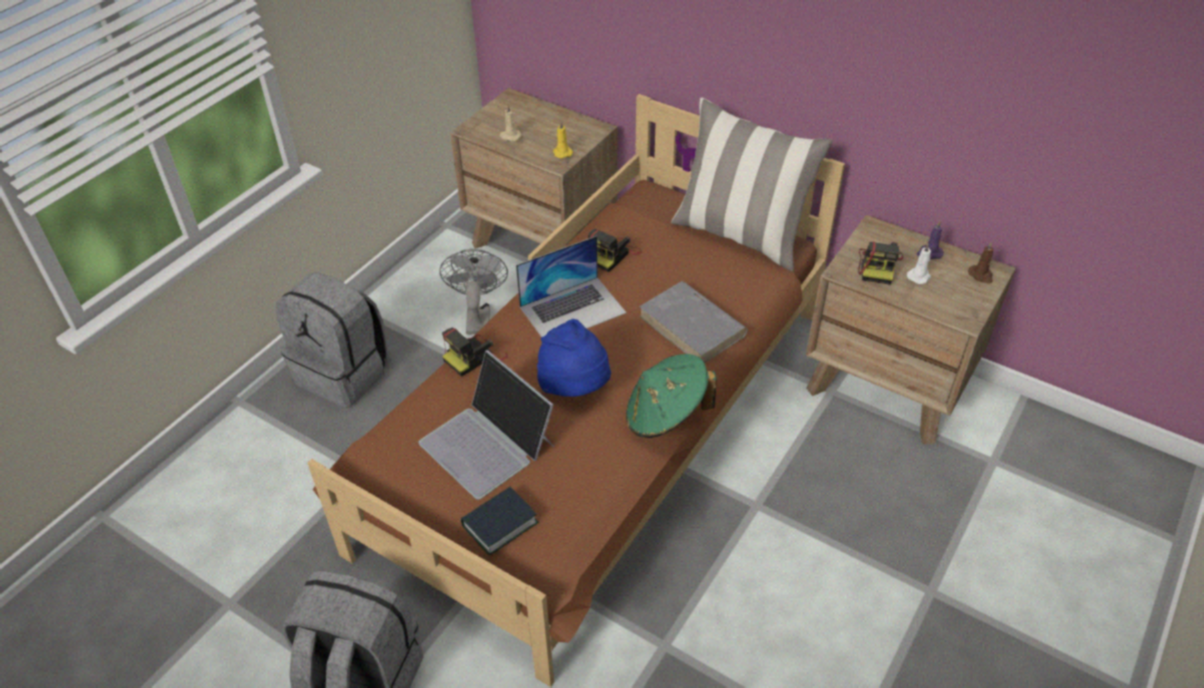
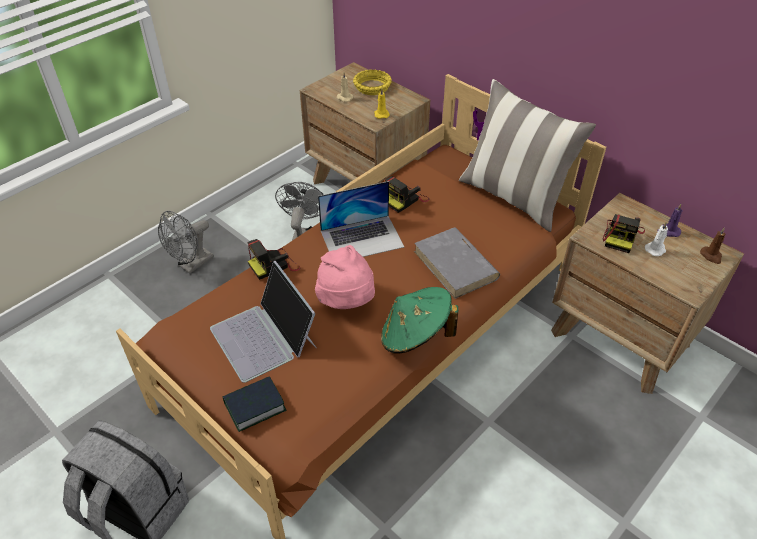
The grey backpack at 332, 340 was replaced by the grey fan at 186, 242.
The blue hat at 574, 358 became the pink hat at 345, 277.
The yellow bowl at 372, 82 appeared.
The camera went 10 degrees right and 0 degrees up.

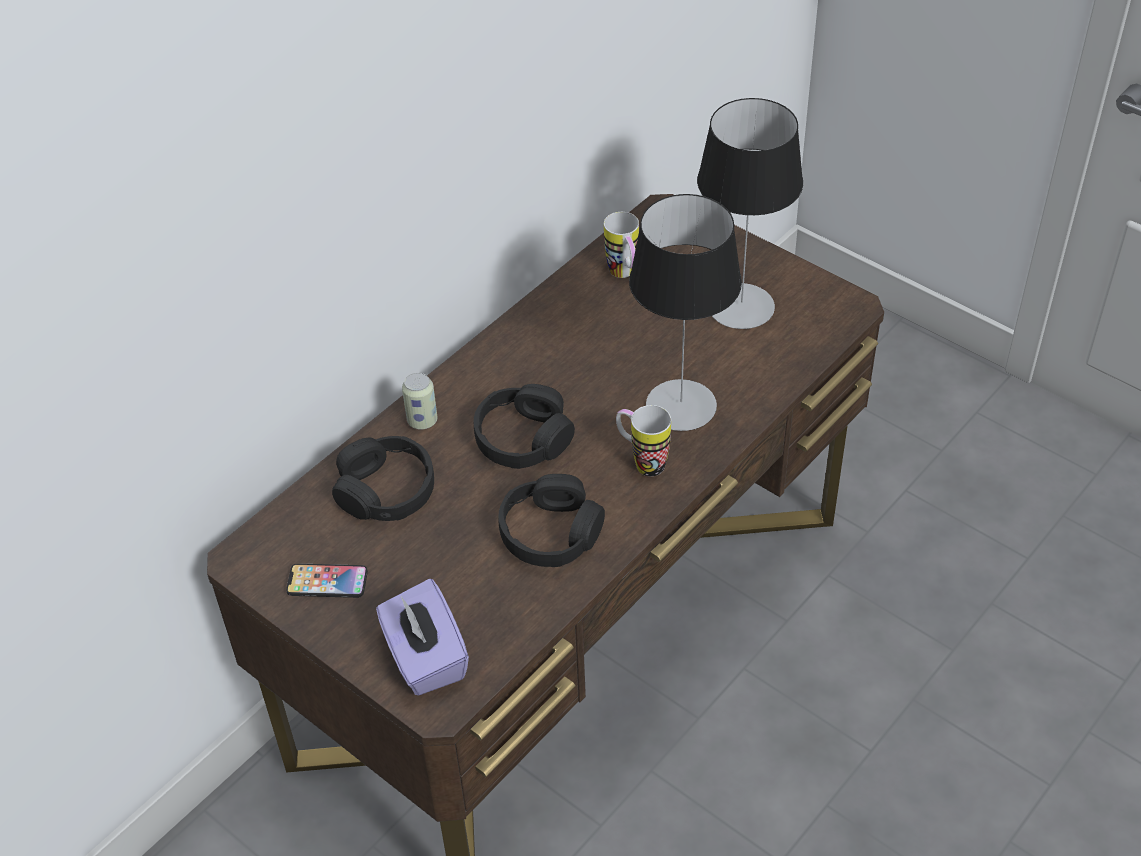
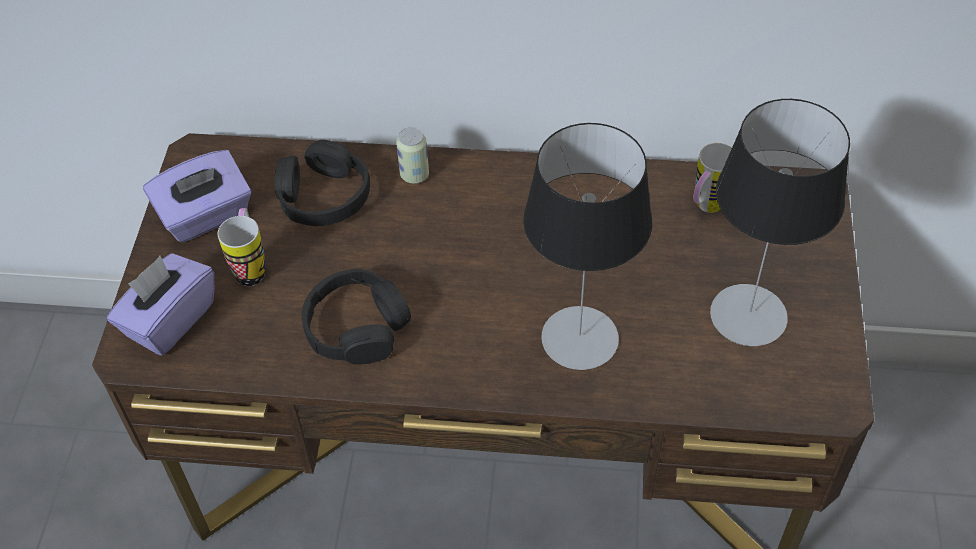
The black headphones at 524, 426 disappeared.
The mug moved from 643, 440 to 241, 247.
The phone at 327, 581 was replaced by the purple tissue box at 197, 196.
The camera went 55 degrees right and 5 degrees up.

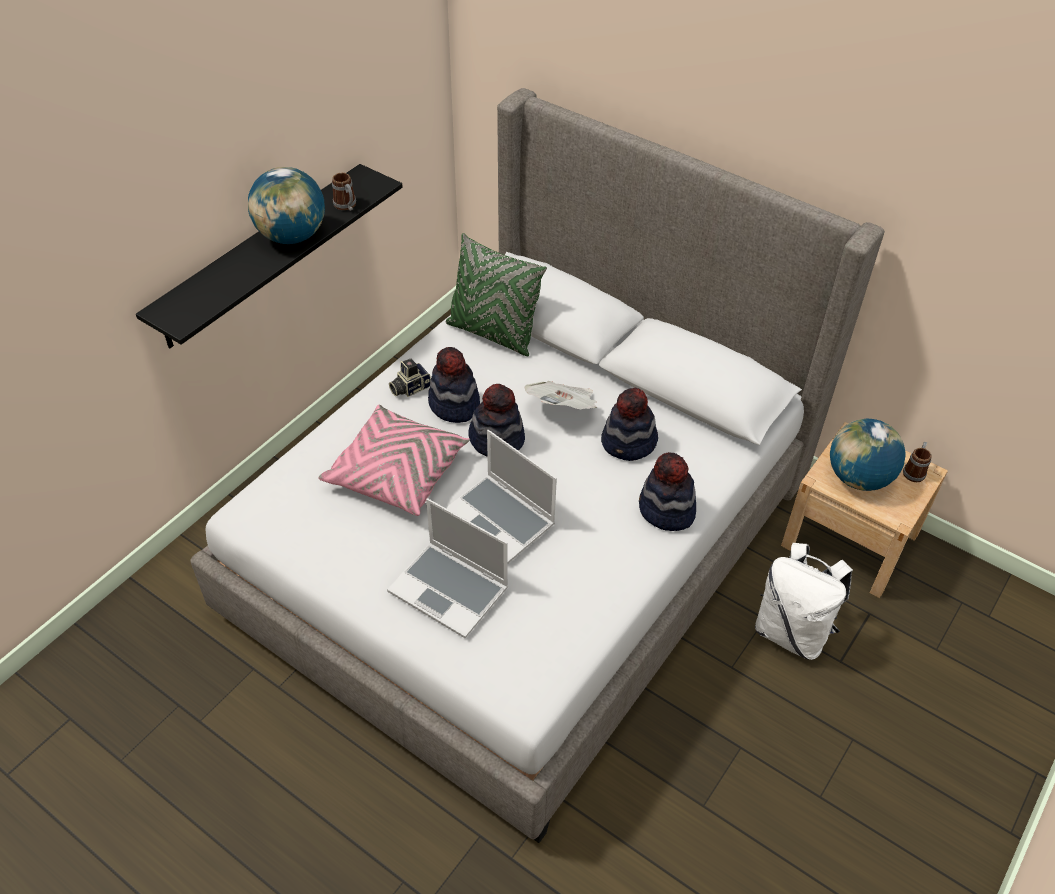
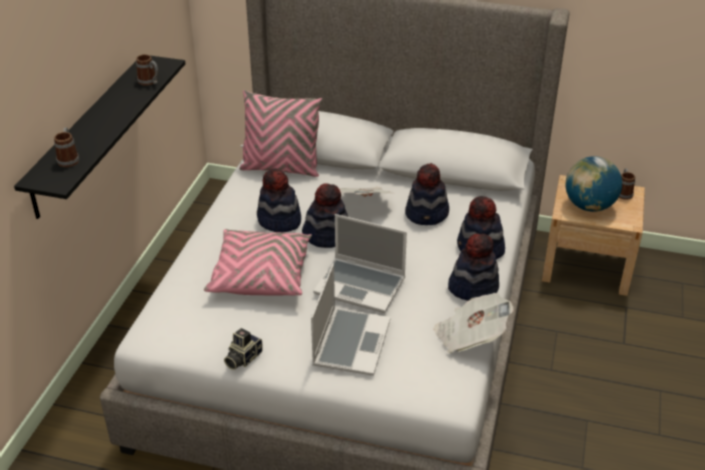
The globe at 286, 205 disappeared.
The green pillow at 496, 294 became the pink pillow at 280, 133.
The photo camera moved from 410, 377 to 243, 349.
The laptop at 447, 568 turned 90 degrees counterclockwise.
The white backpack at 804, 601 disappeared.
The mug at 66, 147 appeared.
The hat at 473, 267 appeared.
The newspaper at 473, 323 appeared.
The camera went 20 degrees left and 10 degrees down.

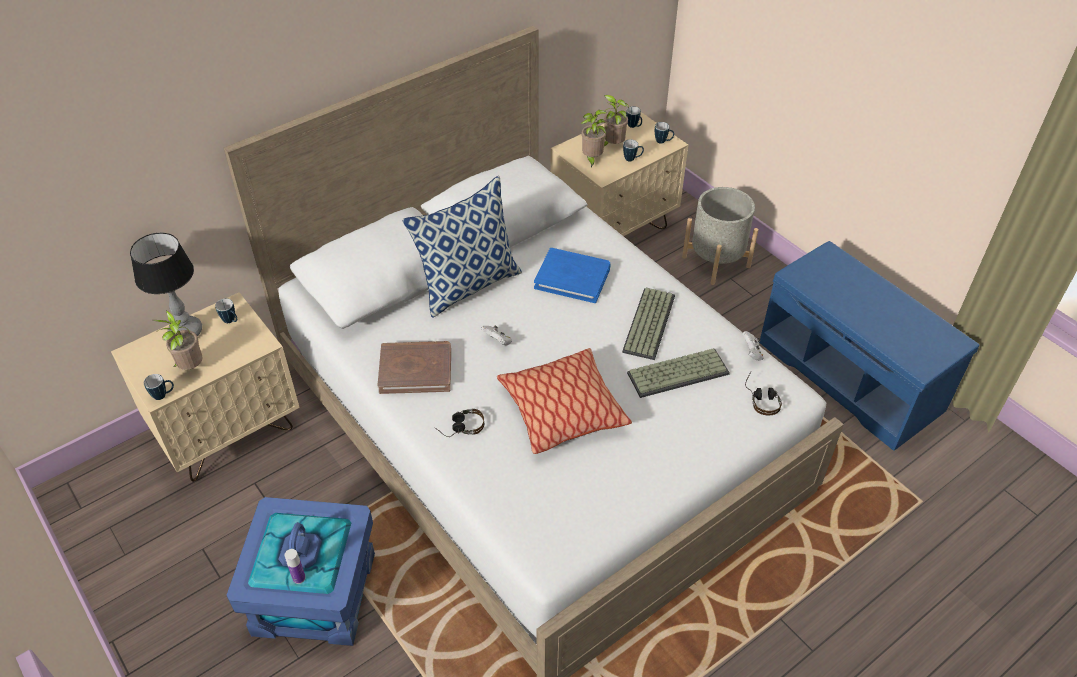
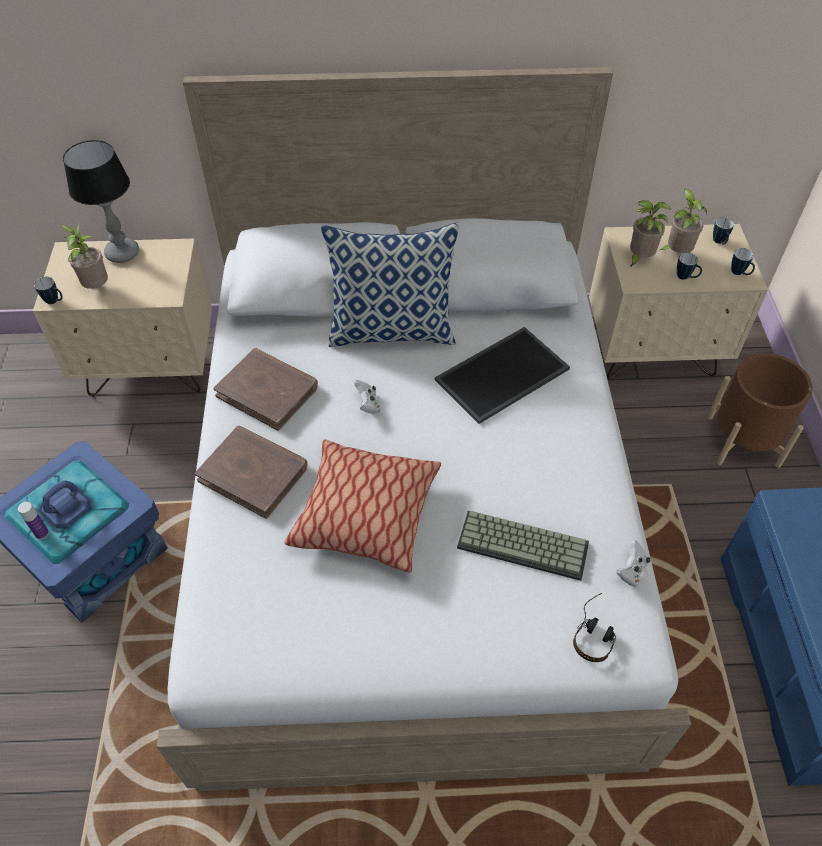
The grey planter at 720, 236 became the brown planter at 760, 410.
The blue book at 572, 275 was replaced by the tray at 502, 375.
The keyboard at 648, 324 disappeared.
The mug at 226, 310 disappeared.
The headphones at 459, 423 was replaced by the brown book at 251, 472.
The camera went 35 degrees right and 5 degrees up.

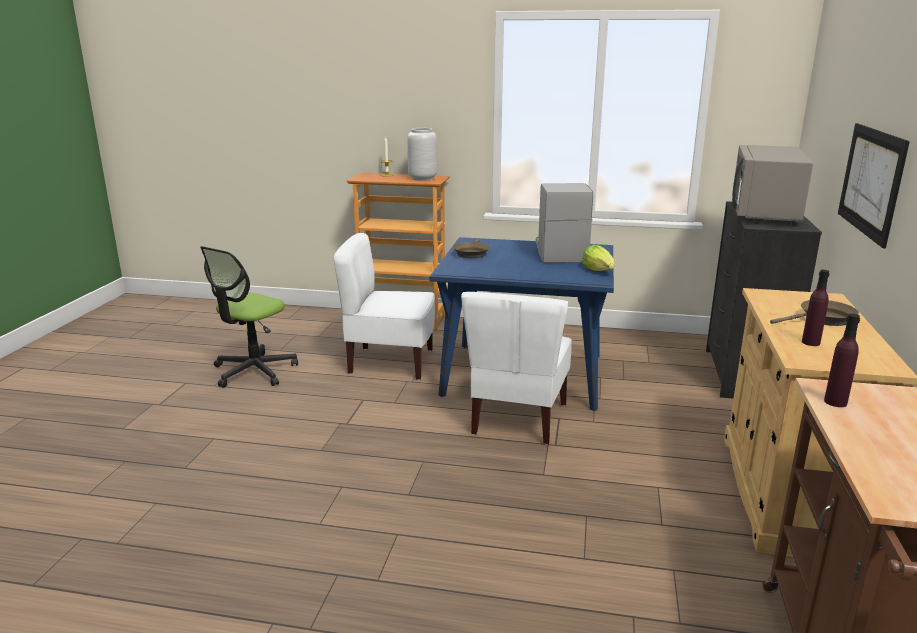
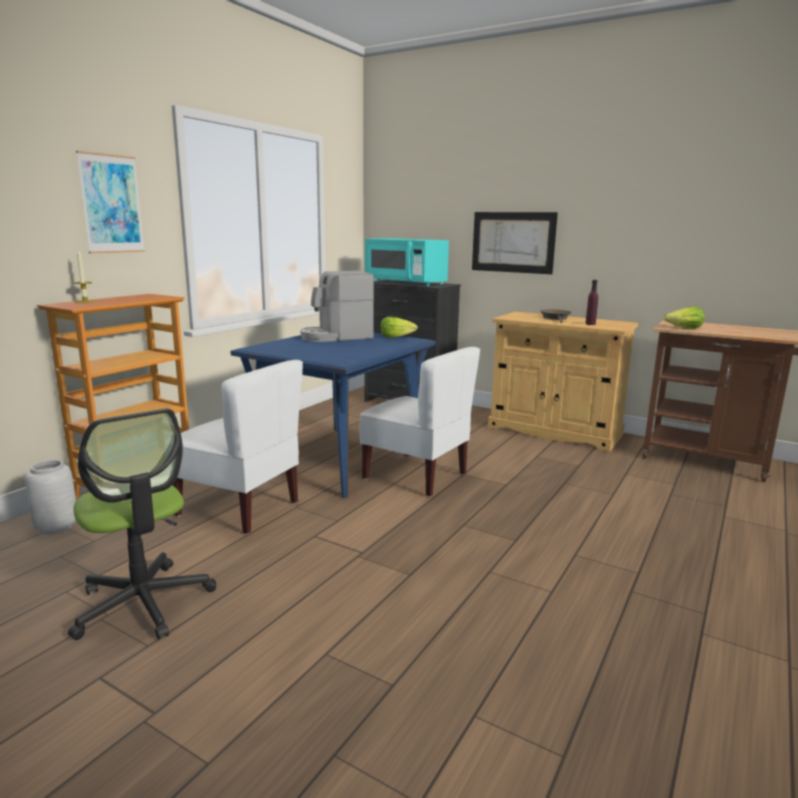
The grey vase moved from 422, 154 to 50, 497.
The grey microwave at 772, 185 became the turquoise microwave at 407, 262.
The coffee machine at 564, 223 turned 45 degrees counterclockwise.
The white chair at 384, 306 turned 90 degrees counterclockwise.
The brown frying pan at 471, 248 disappeared.
The purple bottle at 842, 360 was replaced by the lettuce at 684, 318.
The picture at 110, 202 appeared.
The camera went 70 degrees left and 5 degrees down.

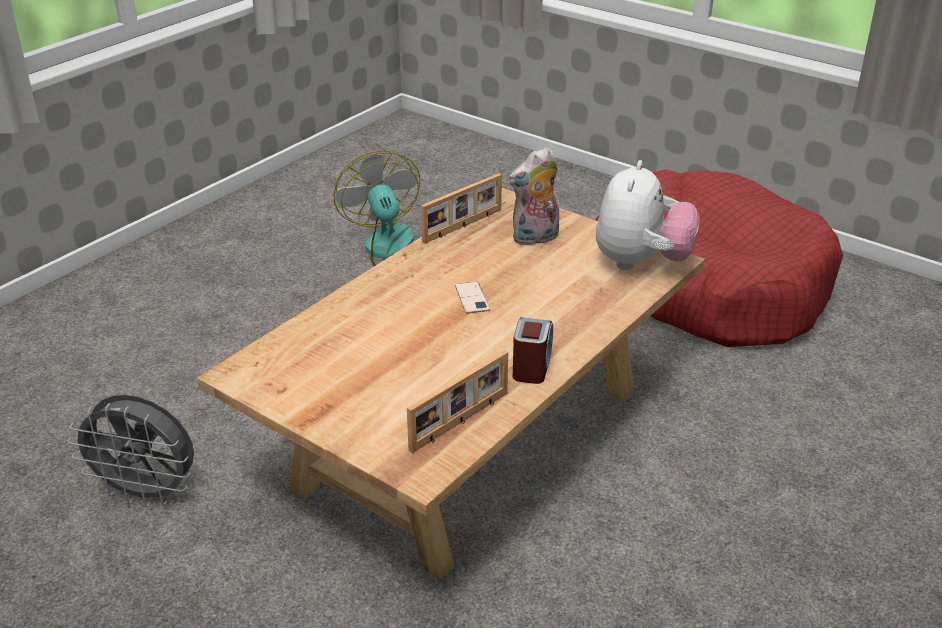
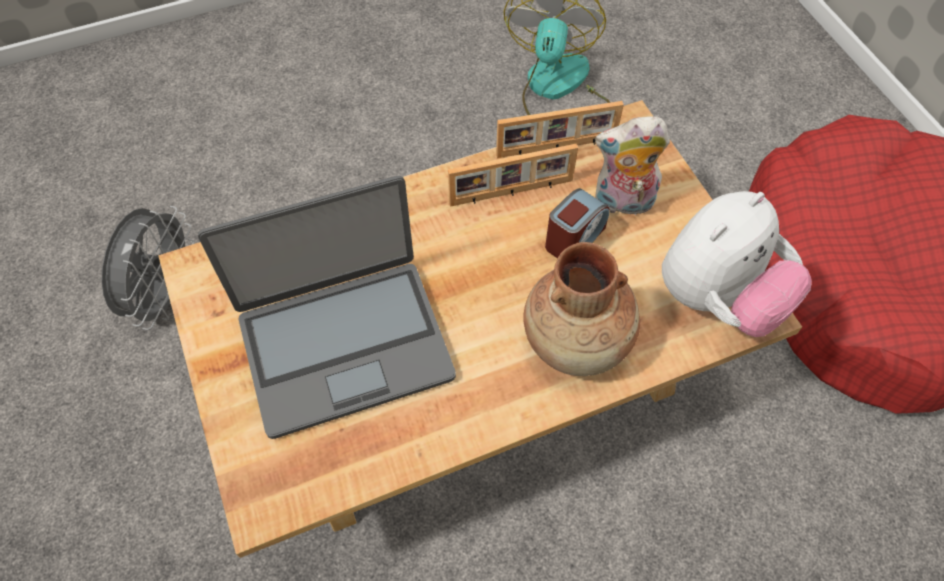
The phone at 472, 298 disappeared.
The alarm clock moved from 533, 350 to 577, 223.
The picture frame moved from 457, 401 to 513, 175.
The grey fan at 130, 451 turned 120 degrees counterclockwise.
The laptop at 327, 307 appeared.
The brown vase at 581, 309 appeared.
The camera went 30 degrees right and 25 degrees up.

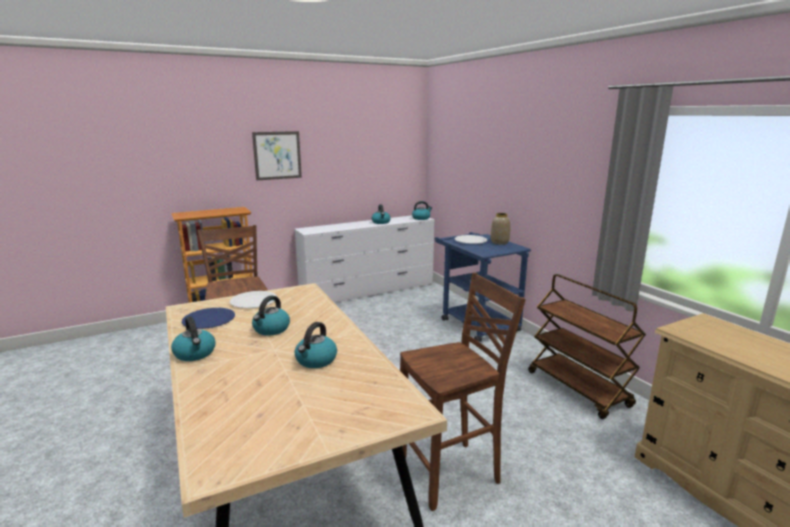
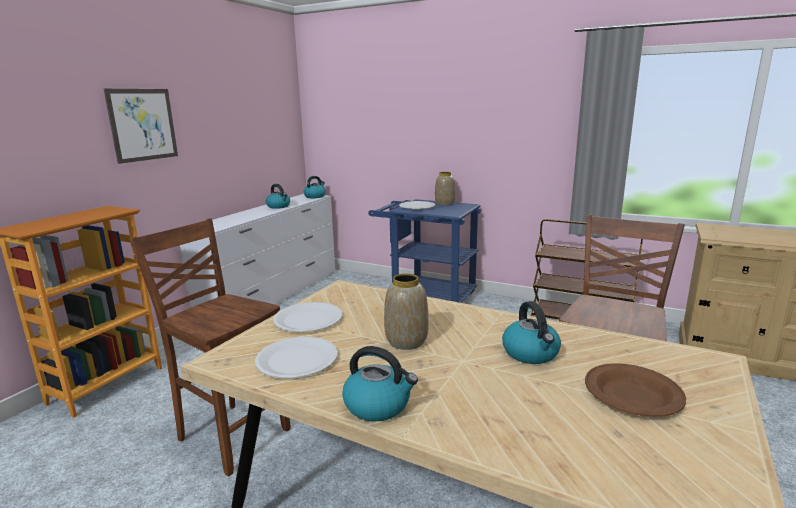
The kettle at 271, 315 was replaced by the vase at 406, 311.
The blue plate at 208, 318 became the white plate at 296, 357.
The brown plate at 635, 390 appeared.
The camera went 35 degrees left and 0 degrees up.

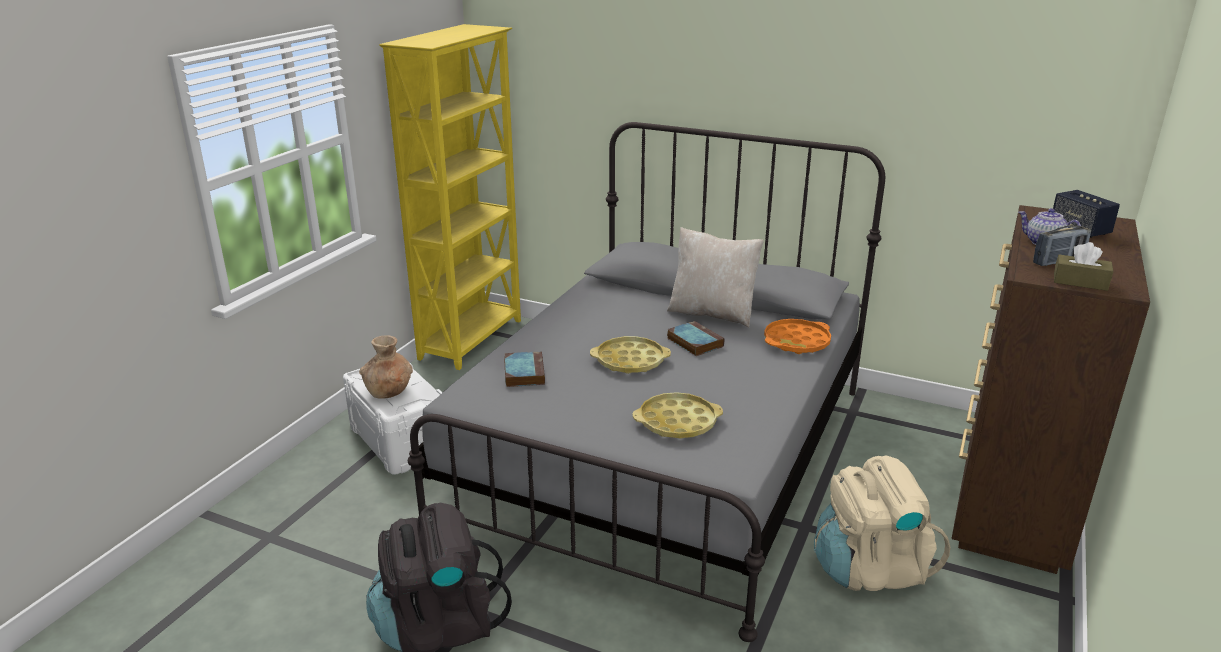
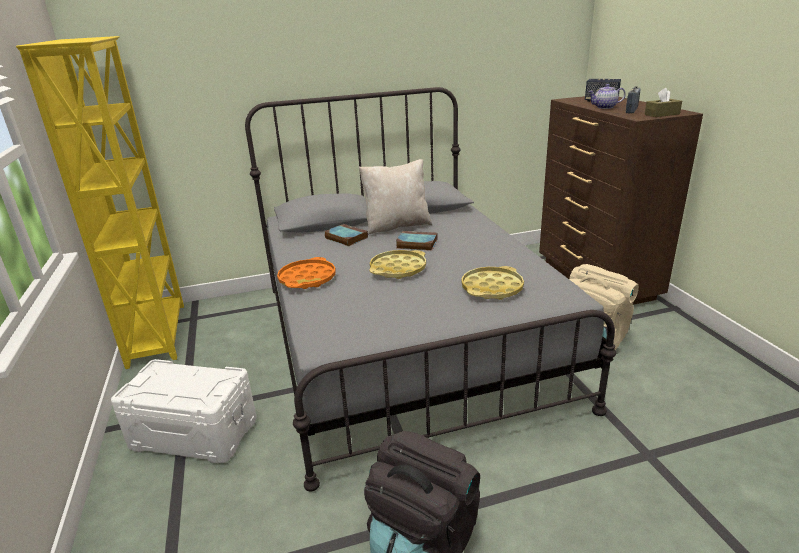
The orange tray moved from 797, 336 to 306, 273.
The brown vase at 386, 367 disappeared.
The book moved from 524, 369 to 346, 235.
The camera went 40 degrees left and 0 degrees up.

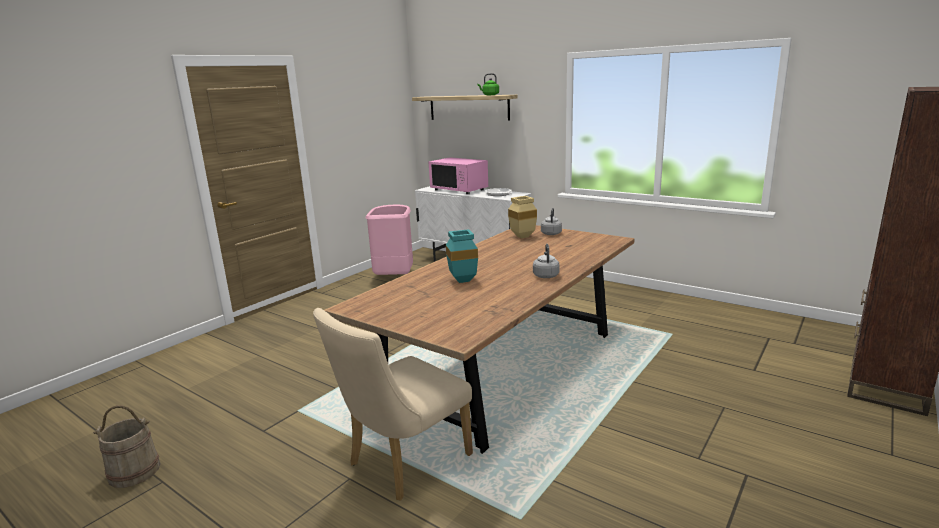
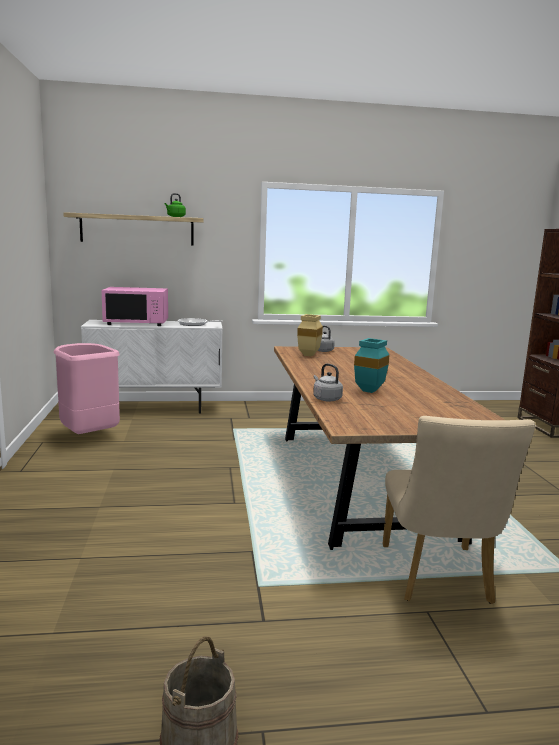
The grey kettle moved from 546, 261 to 328, 383.
The camera went 45 degrees left and 5 degrees down.

